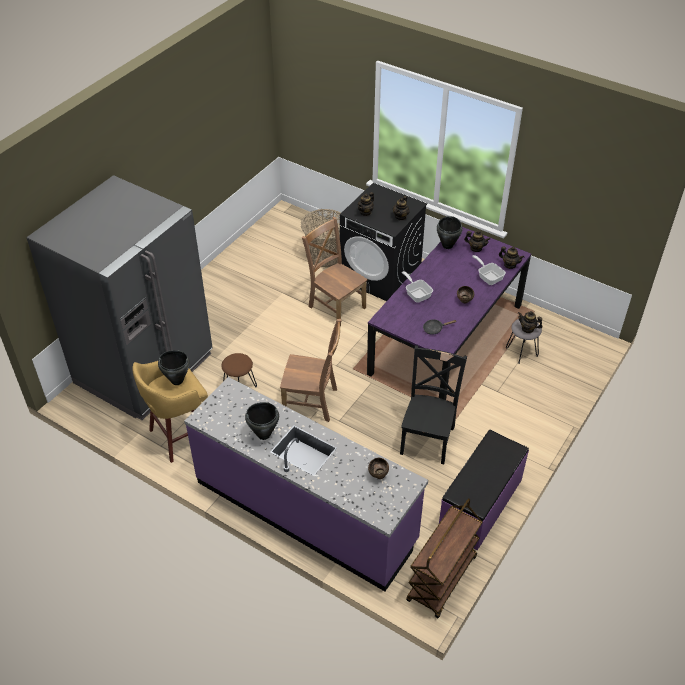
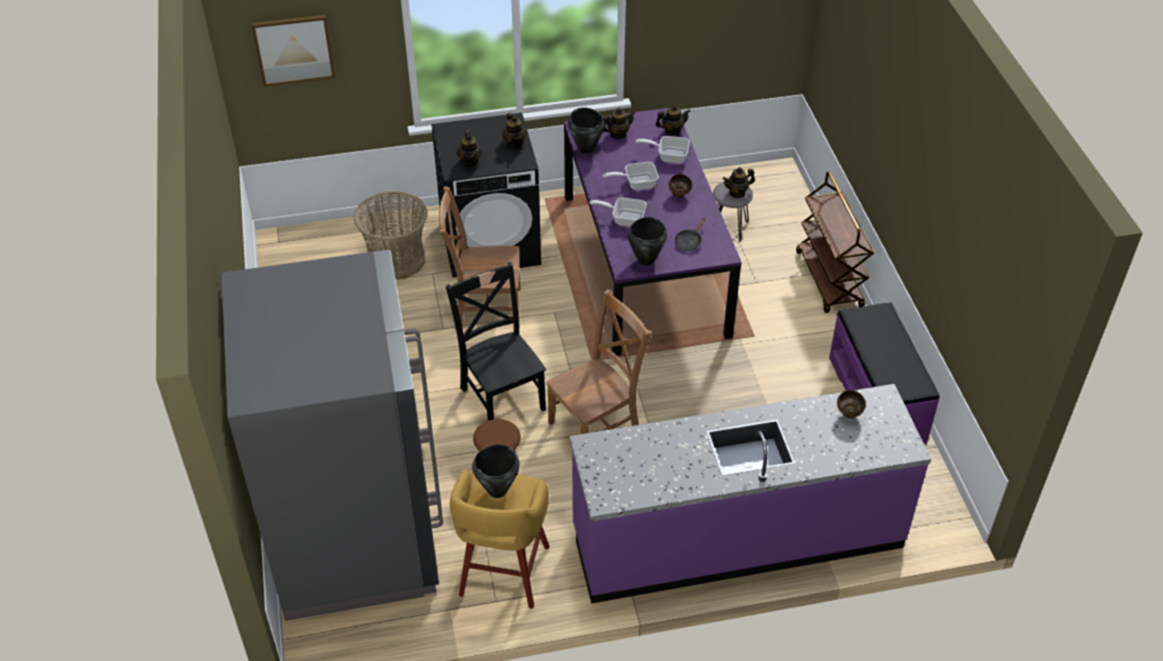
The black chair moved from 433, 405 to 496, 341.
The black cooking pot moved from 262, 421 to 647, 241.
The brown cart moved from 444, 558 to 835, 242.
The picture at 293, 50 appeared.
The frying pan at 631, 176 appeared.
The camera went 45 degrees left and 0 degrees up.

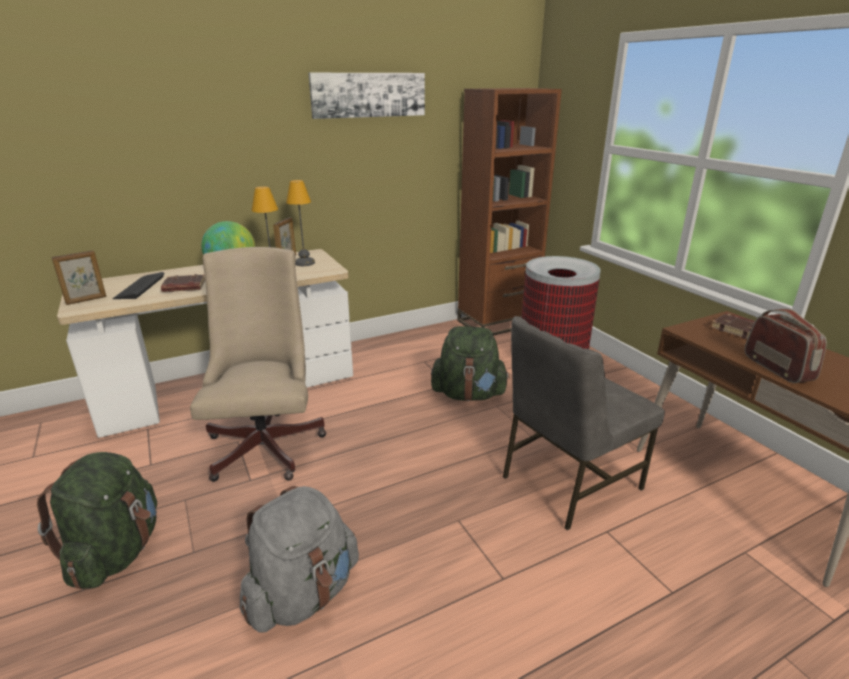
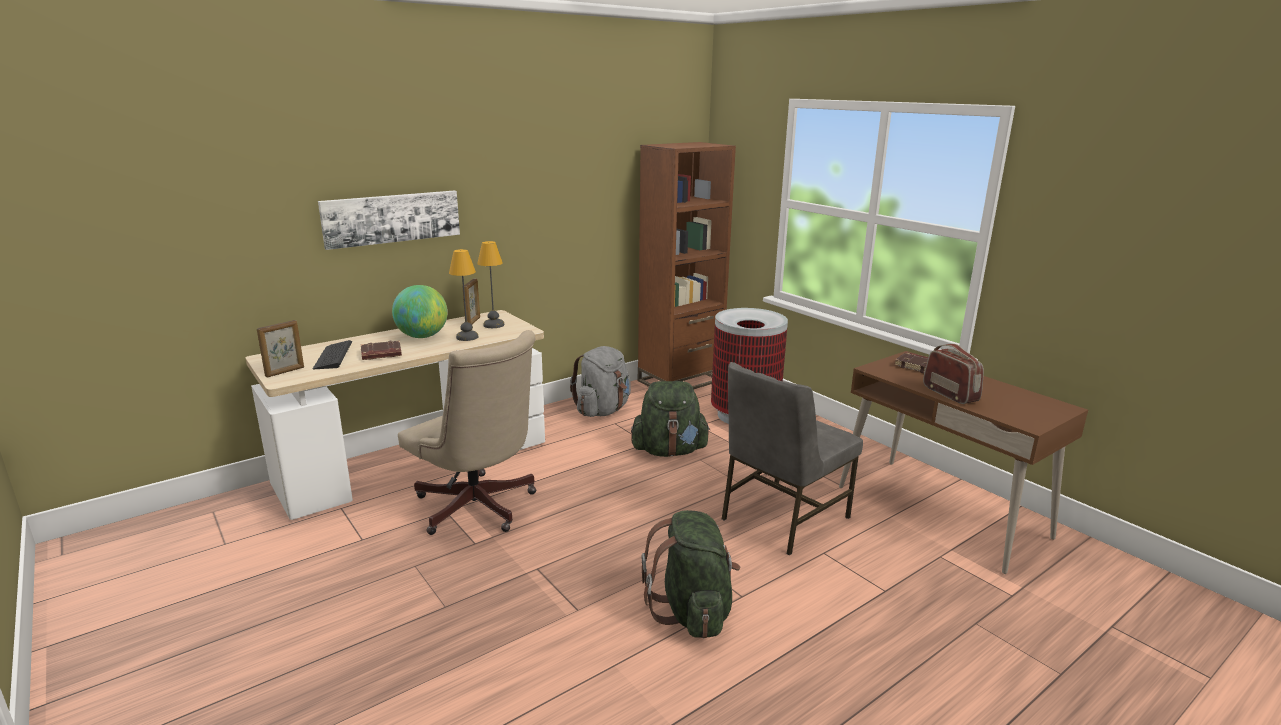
The picture moved from 366, 96 to 389, 220.
The beige office chair at 258, 364 turned 150 degrees clockwise.
The green backpack moved from 97, 520 to 690, 574.
The grey backpack moved from 299, 559 to 600, 381.
The camera went 10 degrees left and 5 degrees down.

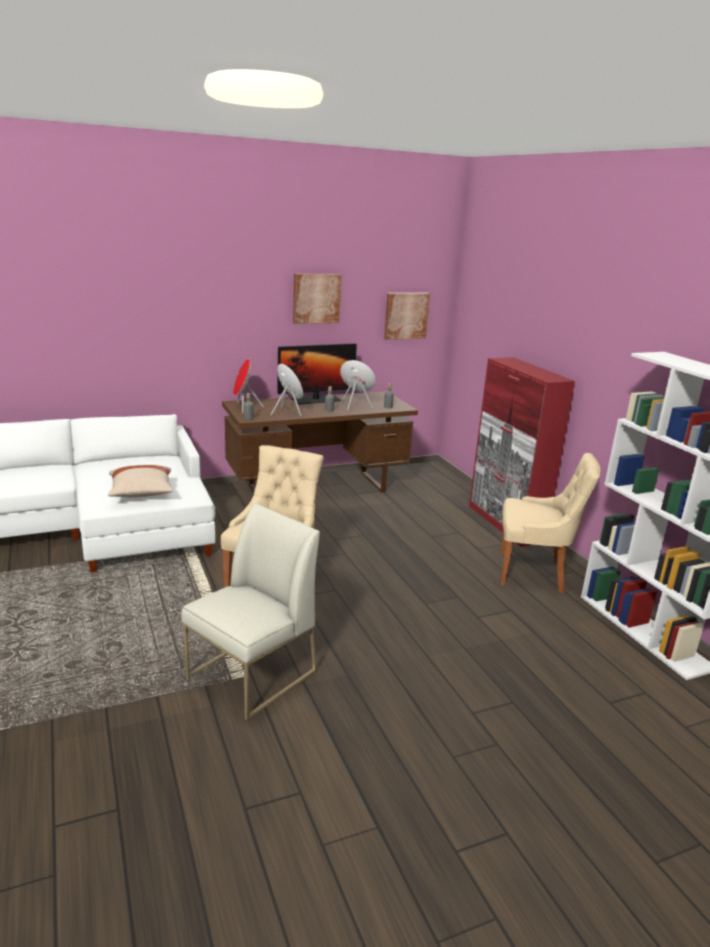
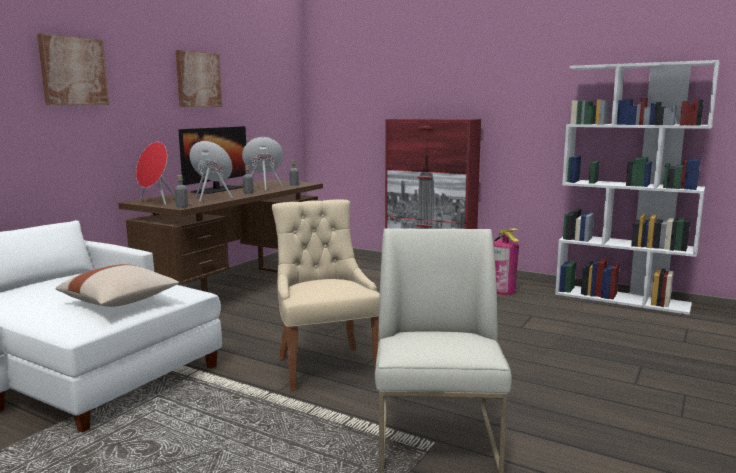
The picture moved from 407, 316 to 73, 69.
The beige chair at 550, 523 was replaced by the fire extinguisher at 506, 262.
The camera went 35 degrees left and 10 degrees down.

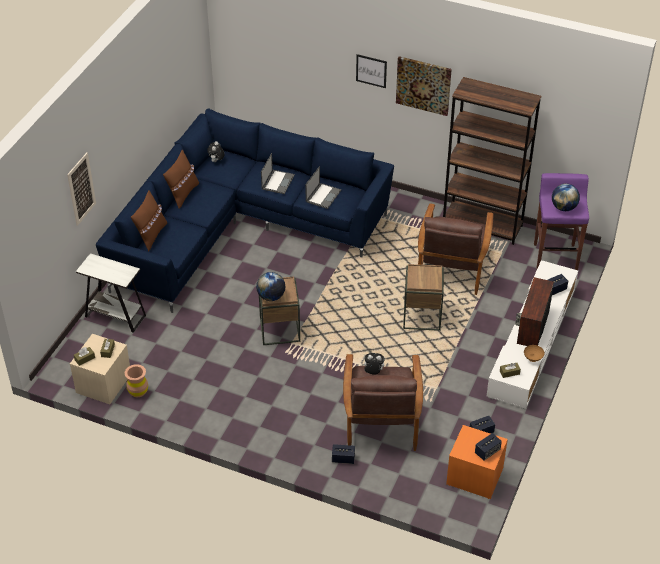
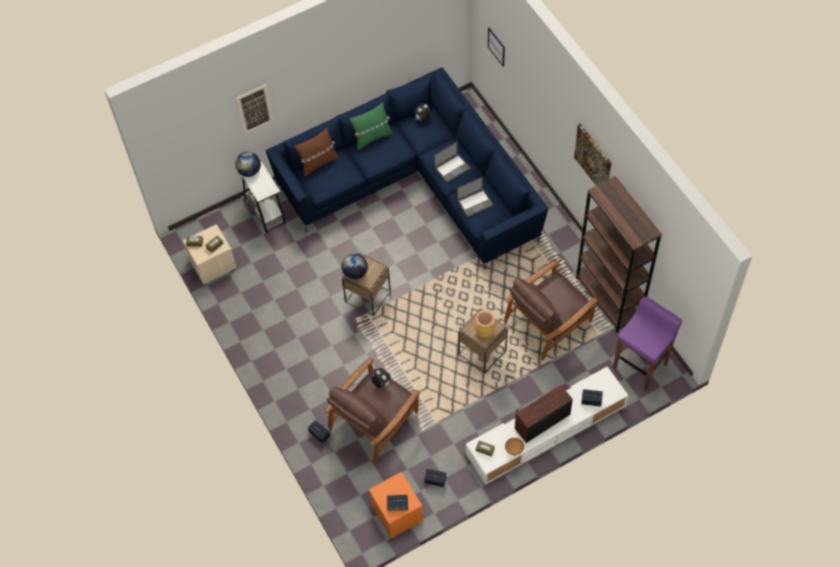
The picture moved from 371, 71 to 496, 47.
The brown pillow at 181, 179 became the green pillow at 371, 126.
The globe moved from 566, 197 to 248, 164.
The brown vase moved from 136, 380 to 485, 324.
The camera went 40 degrees right and 15 degrees up.

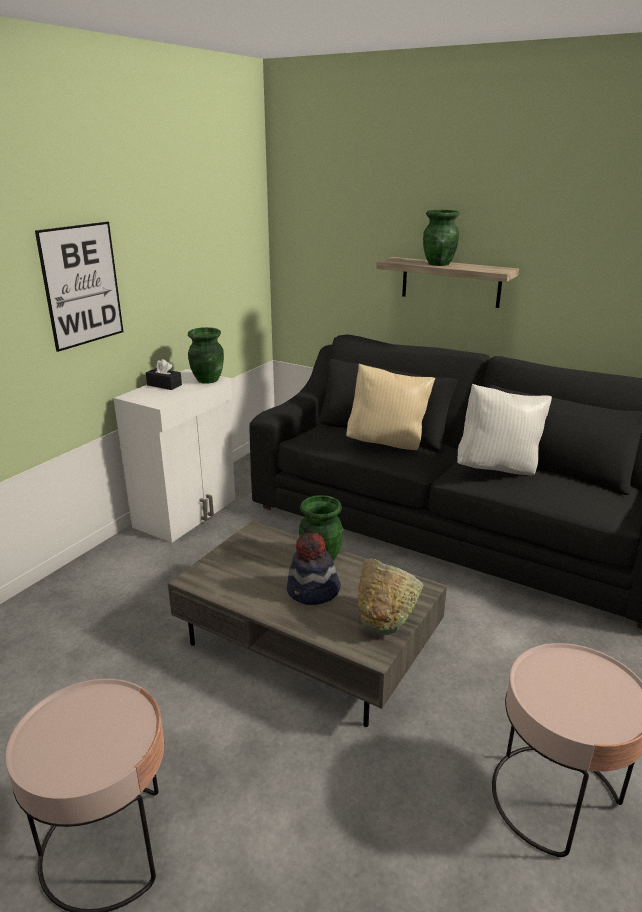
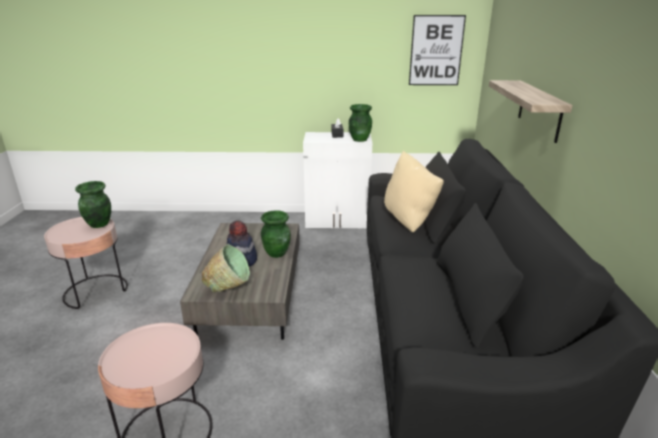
The green vase moved from 441, 238 to 93, 204.
The picture moved from 79, 287 to 437, 50.
The white pillow at 504, 429 disappeared.
The camera went 60 degrees right and 0 degrees up.

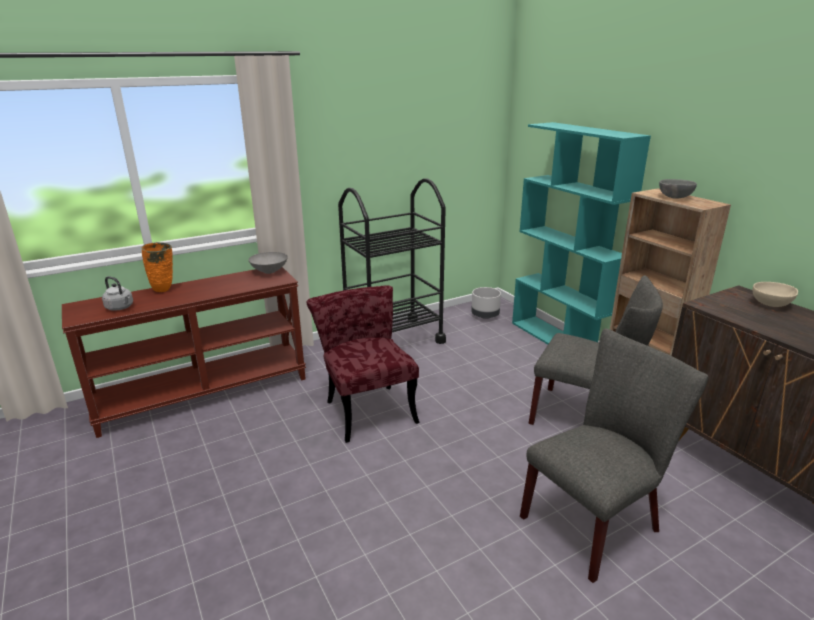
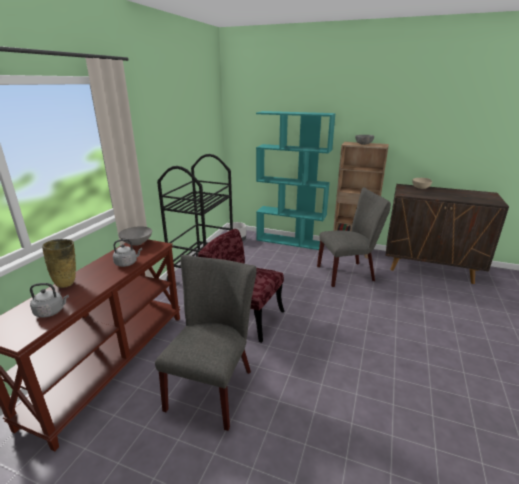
The orange vase at 157, 267 became the beige vase at 59, 263.
The grey chair moved from 614, 455 to 205, 343.
The grey kettle at 127, 253 appeared.
The camera went 40 degrees left and 0 degrees up.

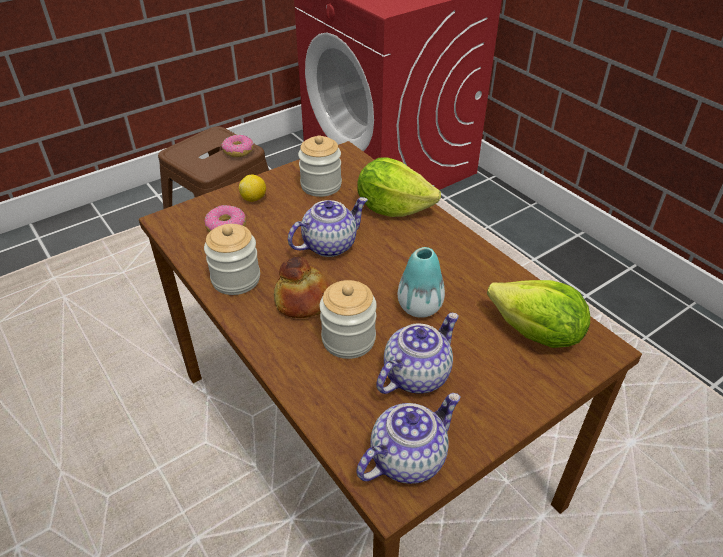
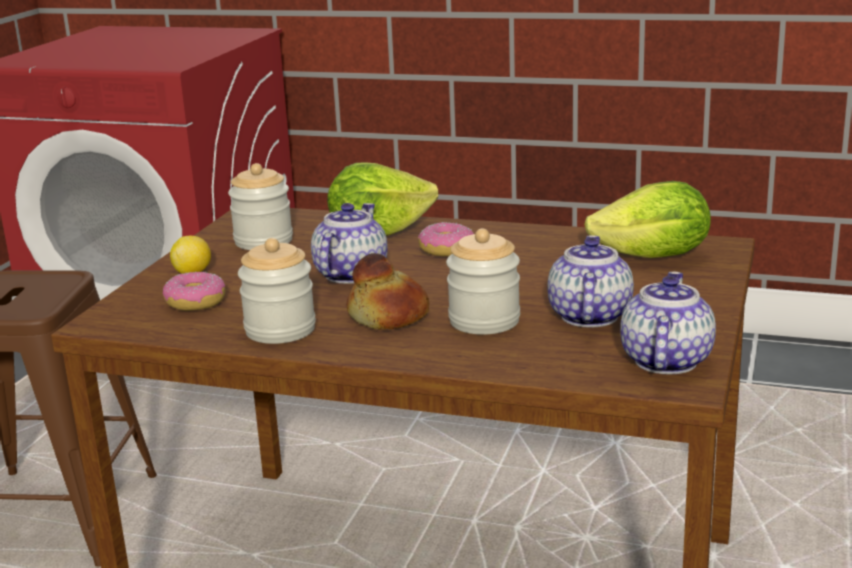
The donut moved from 237, 146 to 446, 239.
The vase at 421, 282 disappeared.
The camera went 35 degrees left and 20 degrees down.

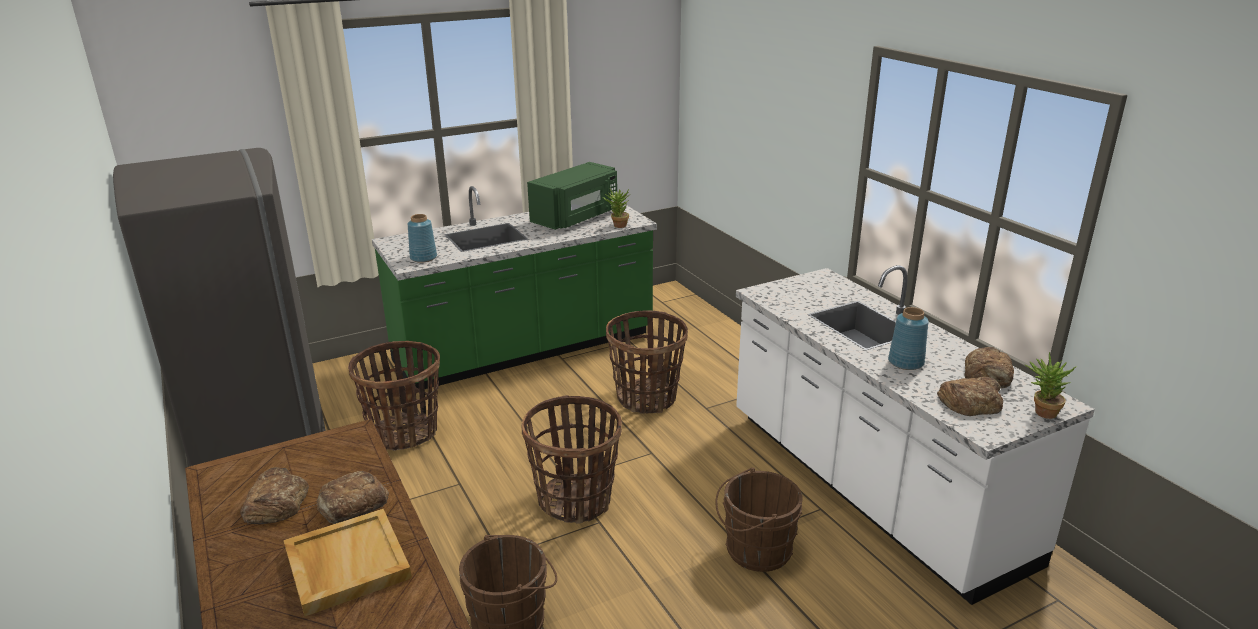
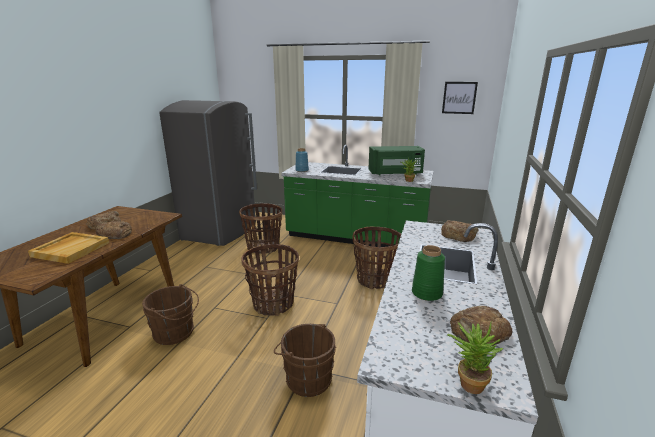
The blue vase at 908, 338 became the green vase at 428, 273.
The bread moved from 970, 396 to 460, 231.
The picture at 460, 98 appeared.
The camera went 45 degrees right and 5 degrees down.

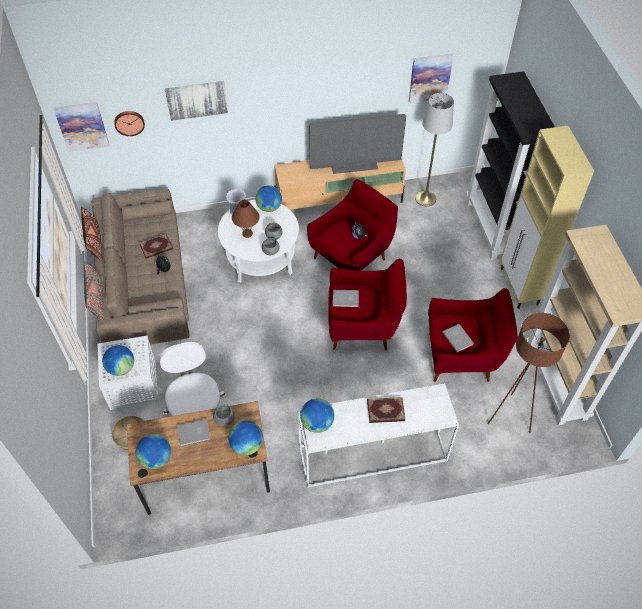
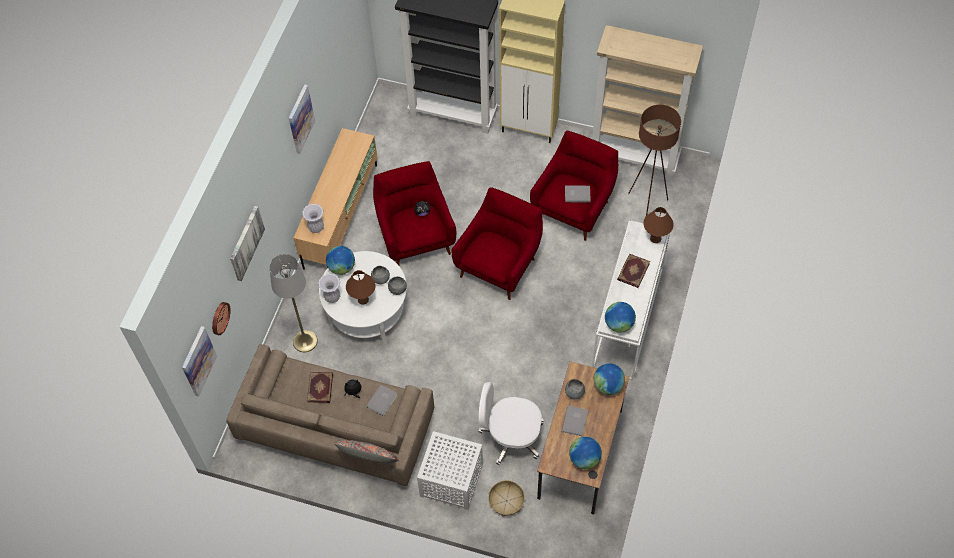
The picture moved from 431, 78 to 302, 119.
The grey floor lamp moved from 434, 150 to 293, 303.
The television at 357, 144 disappeared.
The brown pillow at 92, 233 disappeared.
The grey book moved from 346, 298 to 382, 400.
The globe at 118, 360 disappeared.
The white vase at 313, 218 appeared.
The brown table lamp at 658, 225 appeared.
The camera went 60 degrees left and 5 degrees up.

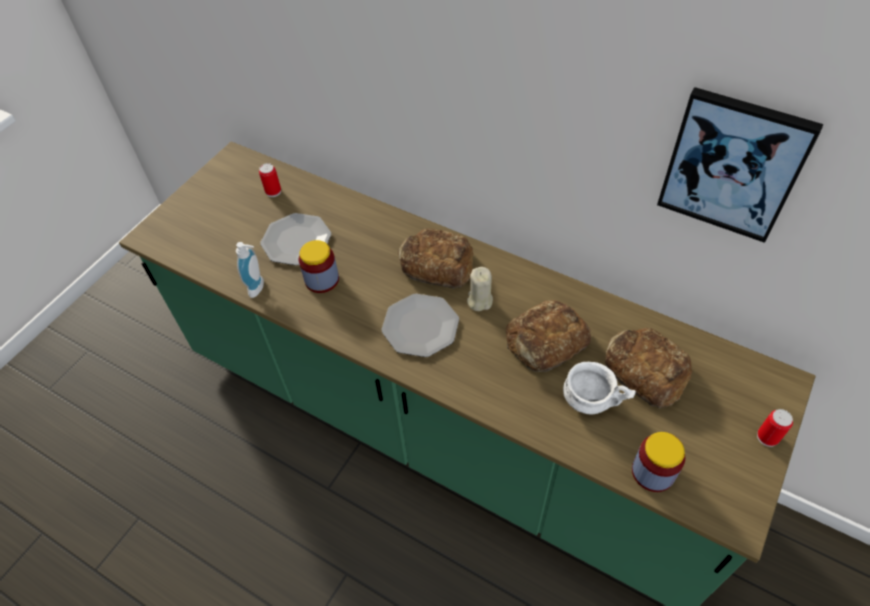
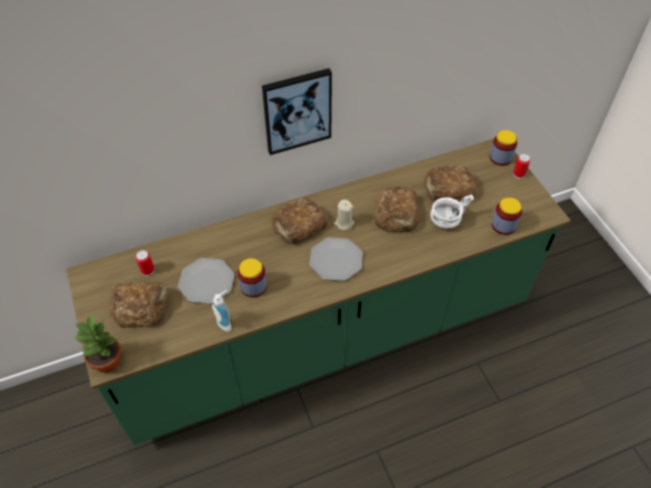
The picture moved from 740, 165 to 297, 111.
The jar at 503, 148 appeared.
The bread at 138, 305 appeared.
The potted plant at 98, 344 appeared.
The camera went 55 degrees left and 0 degrees up.

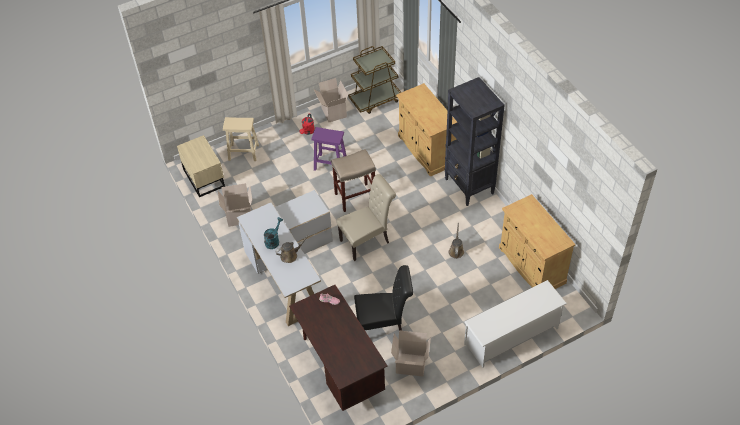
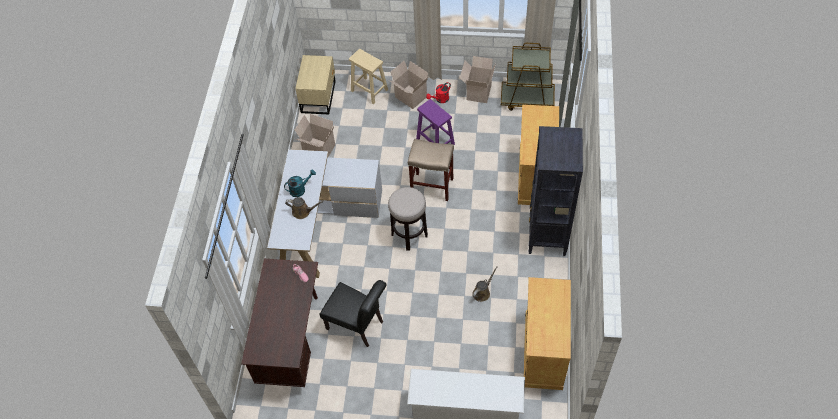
The beige chair at 366, 217 was replaced by the stool at 408, 219.
The cardboard box moved from 411, 353 to 408, 85.
The camera went 35 degrees right and 5 degrees up.

